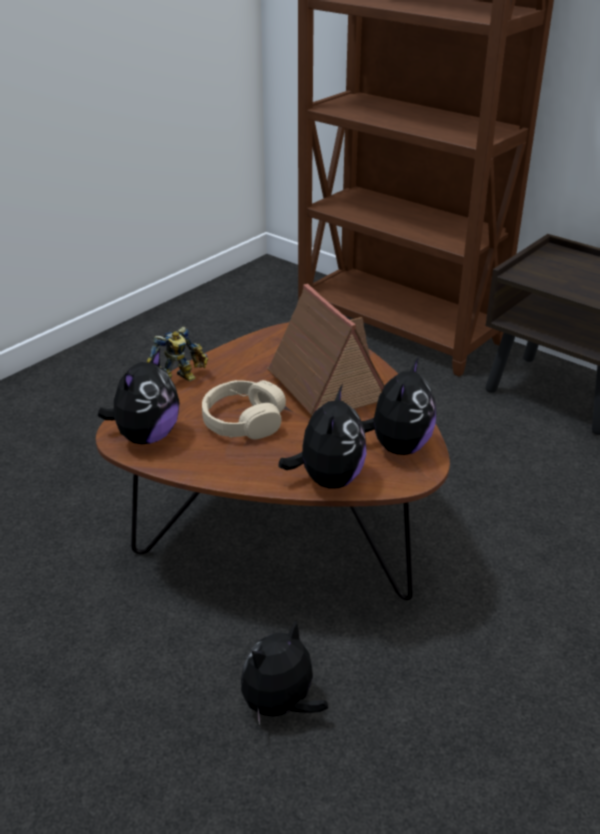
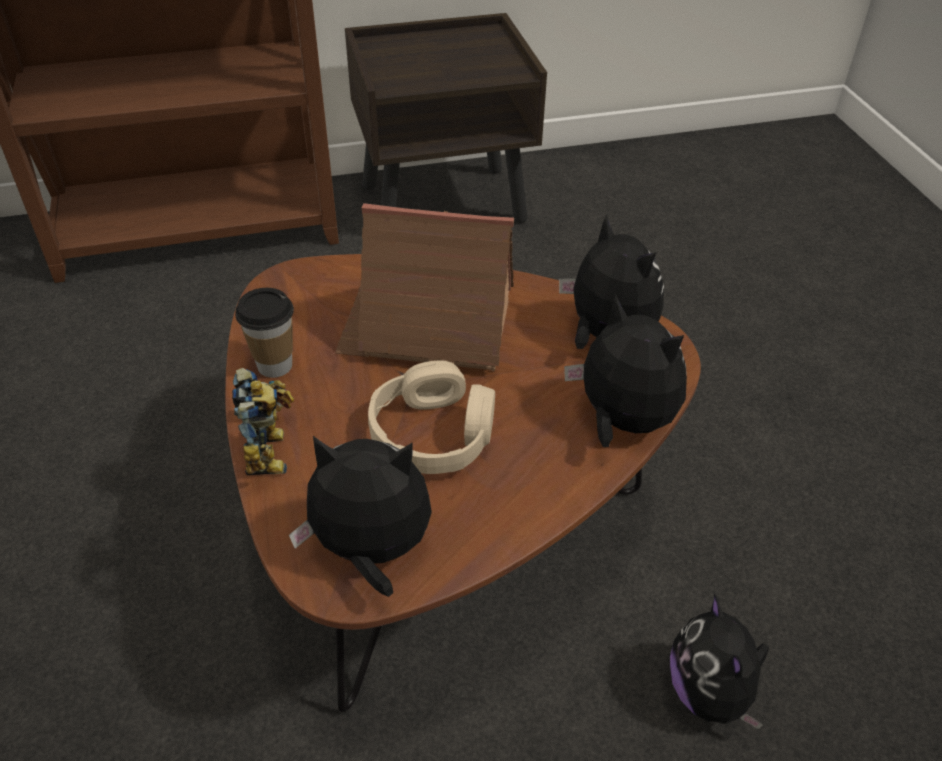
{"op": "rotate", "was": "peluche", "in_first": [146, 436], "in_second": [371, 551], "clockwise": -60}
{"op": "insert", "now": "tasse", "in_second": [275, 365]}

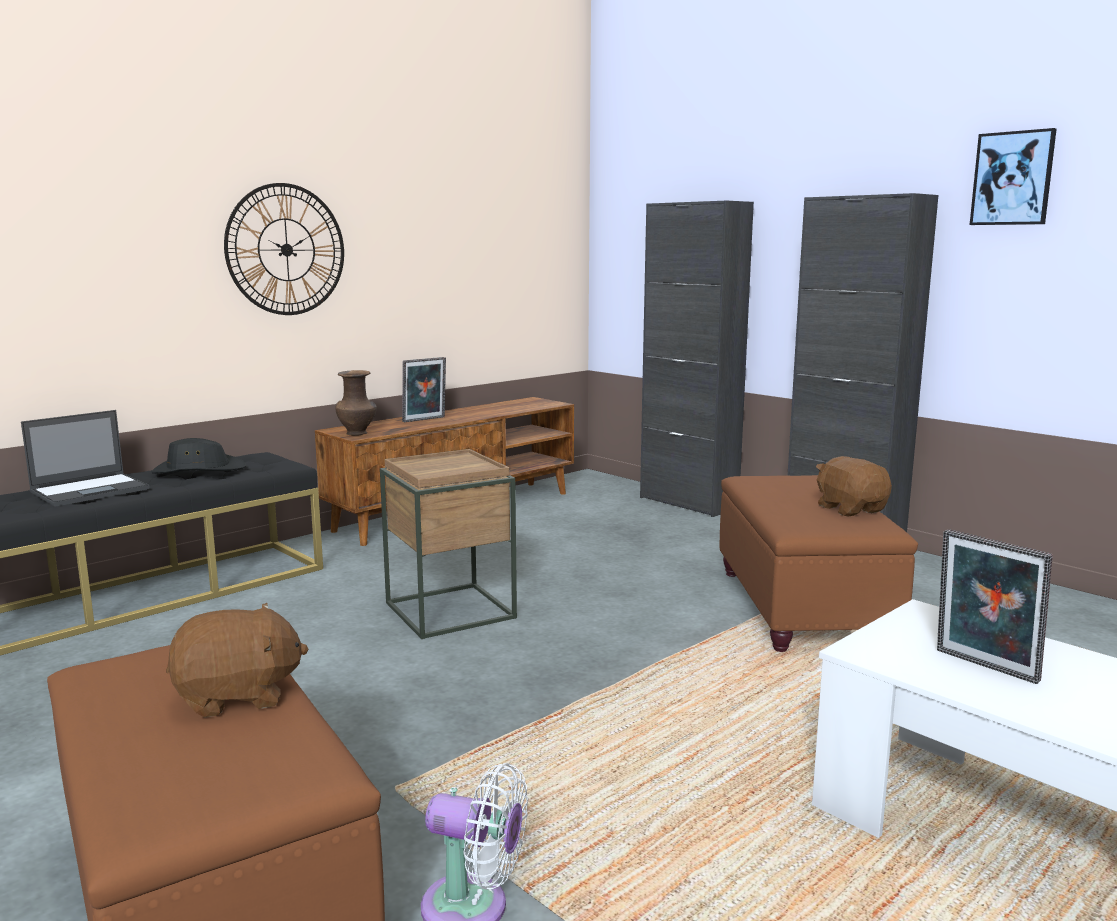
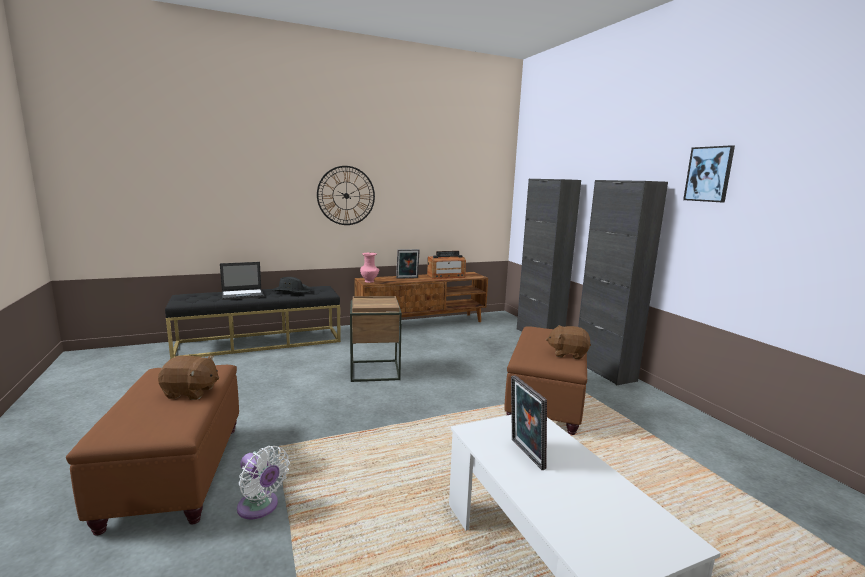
{"op": "recolor", "was": "vase/marron", "now": "vase/rose", "in_first": [358, 433], "in_second": [369, 281]}
{"op": "rotate", "was": "peluche/marron", "in_first": [851, 509], "in_second": [567, 354], "clockwise": -75}
{"op": "insert", "now": "radio", "in_second": [446, 276]}

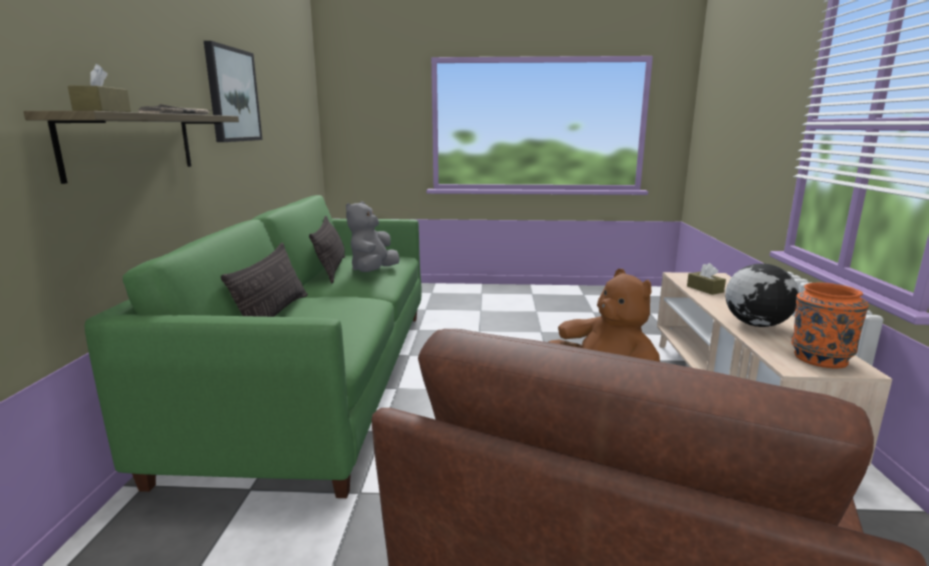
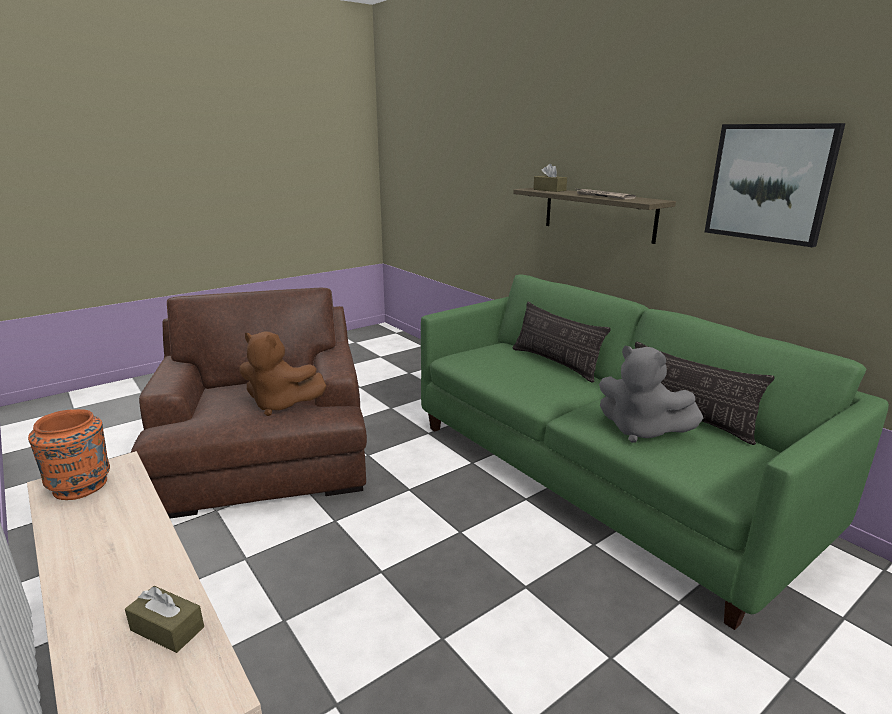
{"op": "rotate", "was": "peluche/gris", "in_first": [373, 271], "in_second": [640, 430], "clockwise": 150}
{"op": "delete", "was": "globe", "in_first": [756, 324]}

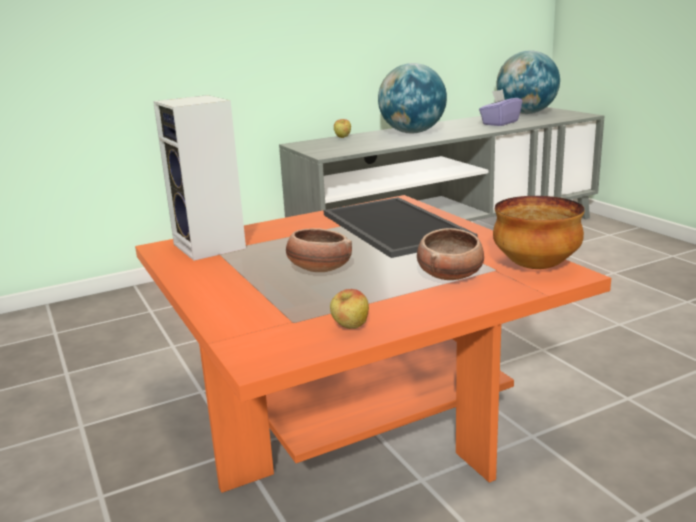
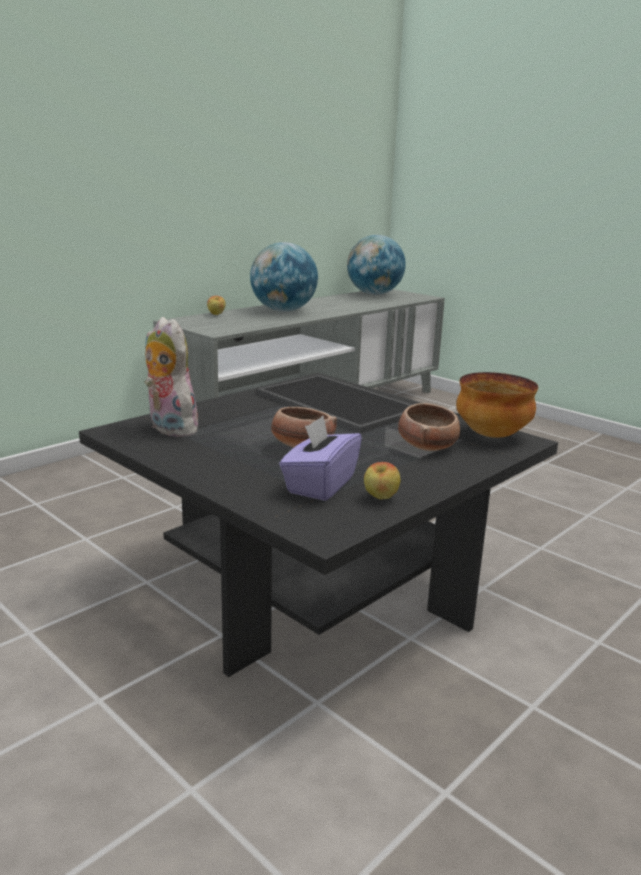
{"op": "move", "was": "boîte à mouchoirs/violet", "in_first": [500, 123], "in_second": [320, 485]}
{"op": "replace", "was": "enceinte", "now": "peluche", "in_first": [212, 247], "in_second": [169, 429]}
{"op": "recolor", "was": "table basse/orange", "now": "table basse/noir", "in_first": [355, 410], "in_second": [315, 583]}

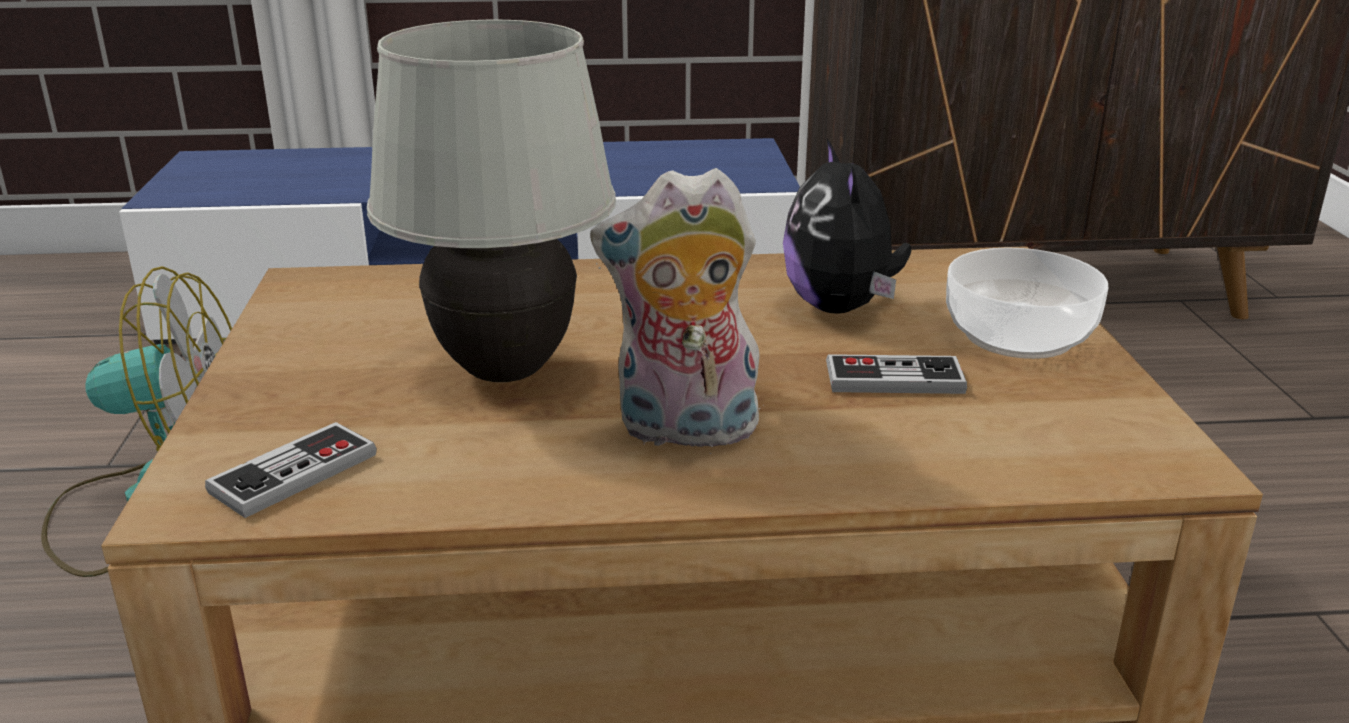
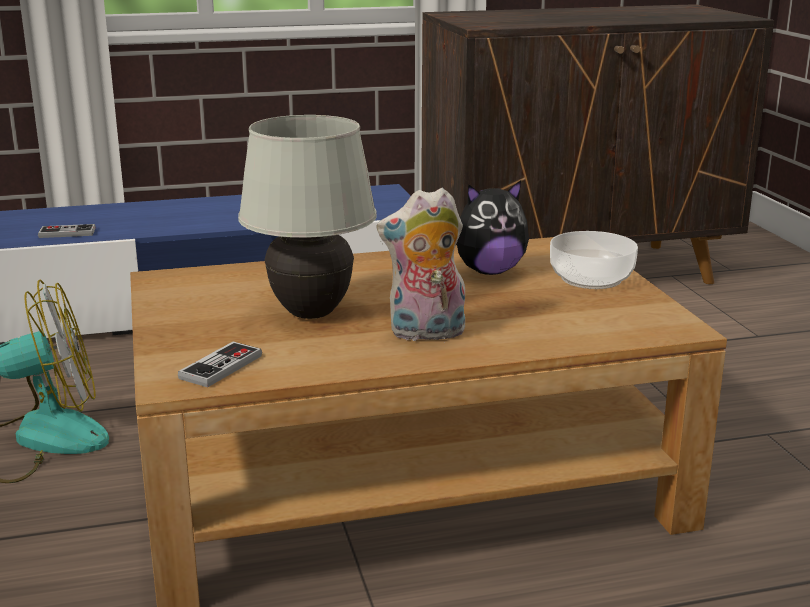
{"op": "rotate", "was": "peluche", "in_first": [841, 307], "in_second": [489, 271], "clockwise": -90}
{"op": "move", "was": "manette", "in_first": [894, 379], "in_second": [67, 233]}

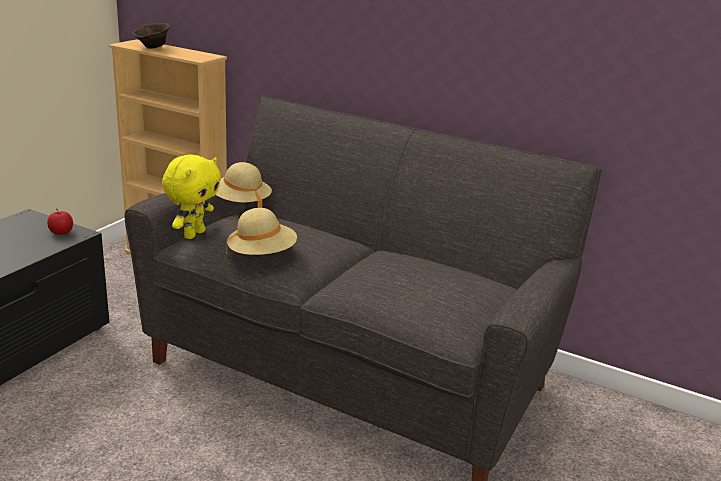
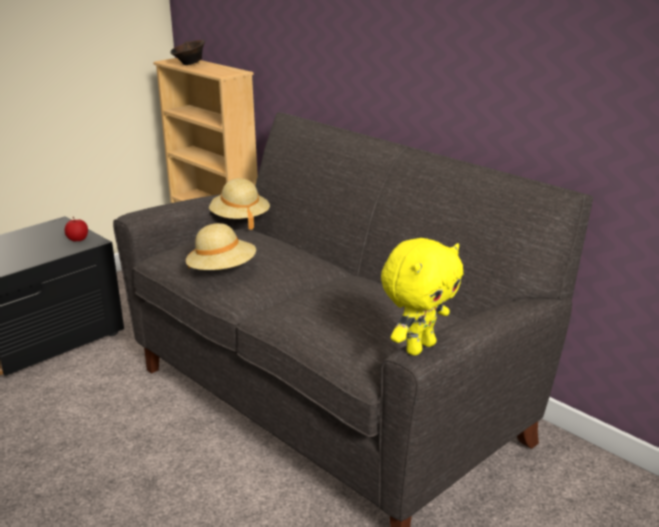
{"op": "move", "was": "peluche/jaune", "in_first": [193, 234], "in_second": [419, 347]}

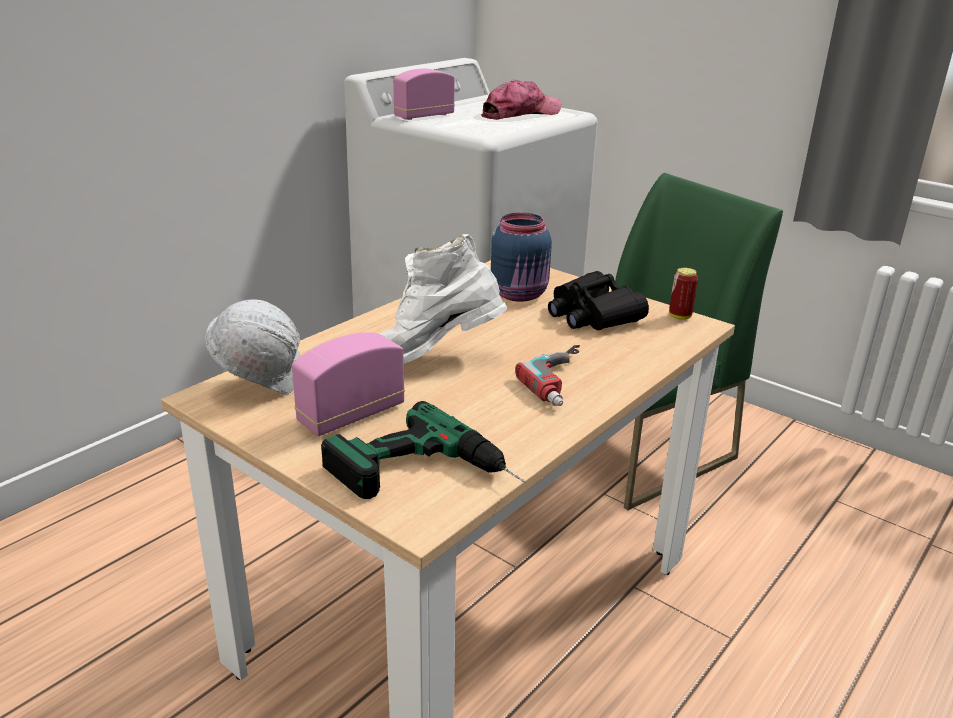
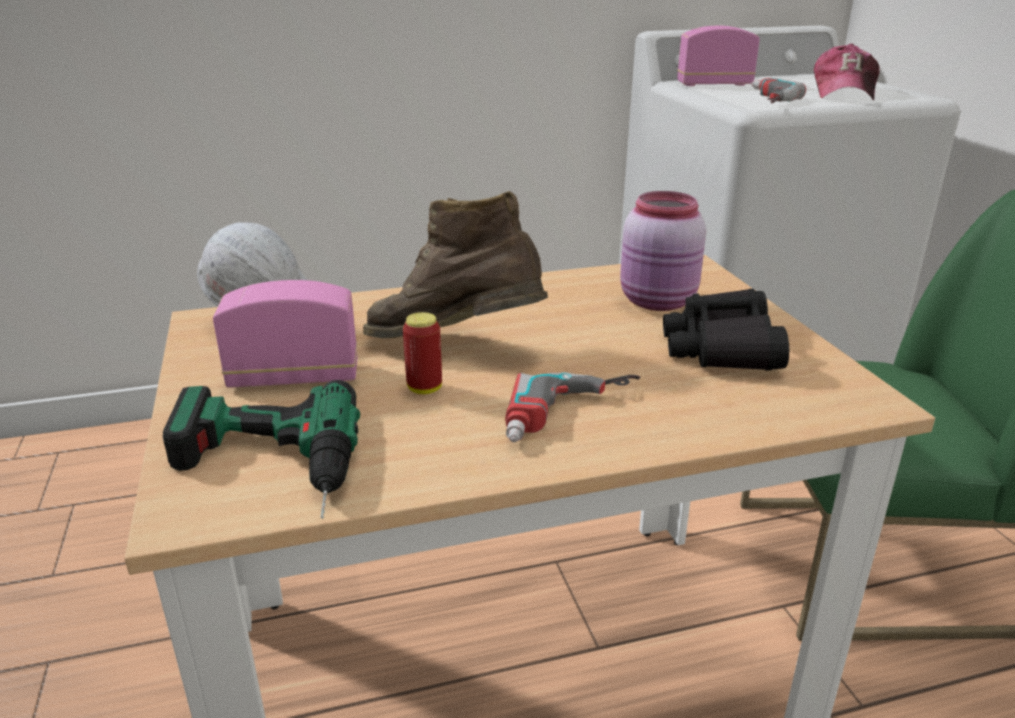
{"op": "rotate", "was": "casquette", "in_first": [520, 114], "in_second": [844, 92], "clockwise": 105}
{"op": "recolor", "was": "bocal/bleu", "now": "bocal/rose", "in_first": [520, 294], "in_second": [659, 302]}
{"op": "recolor", "was": "botte/blanc", "now": "botte/marron", "in_first": [433, 359], "in_second": [456, 345]}
{"op": "move", "was": "boîte métallique", "in_first": [680, 316], "in_second": [424, 388]}
{"op": "insert", "now": "perceuse", "in_second": [762, 100]}

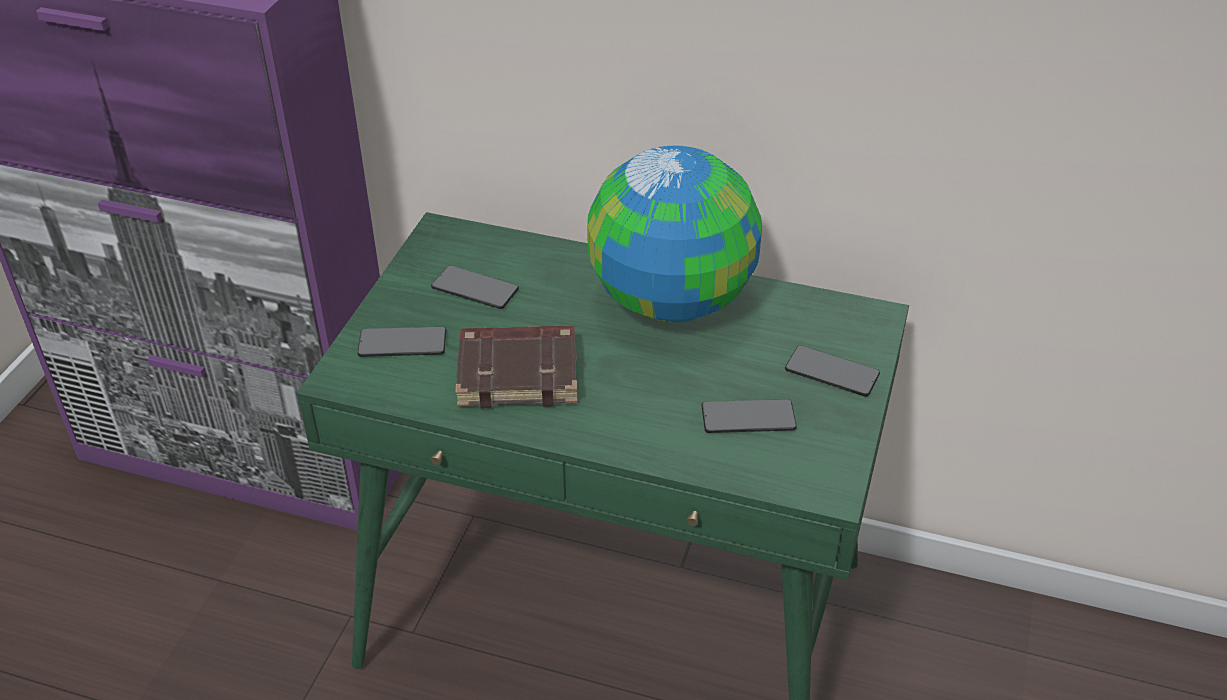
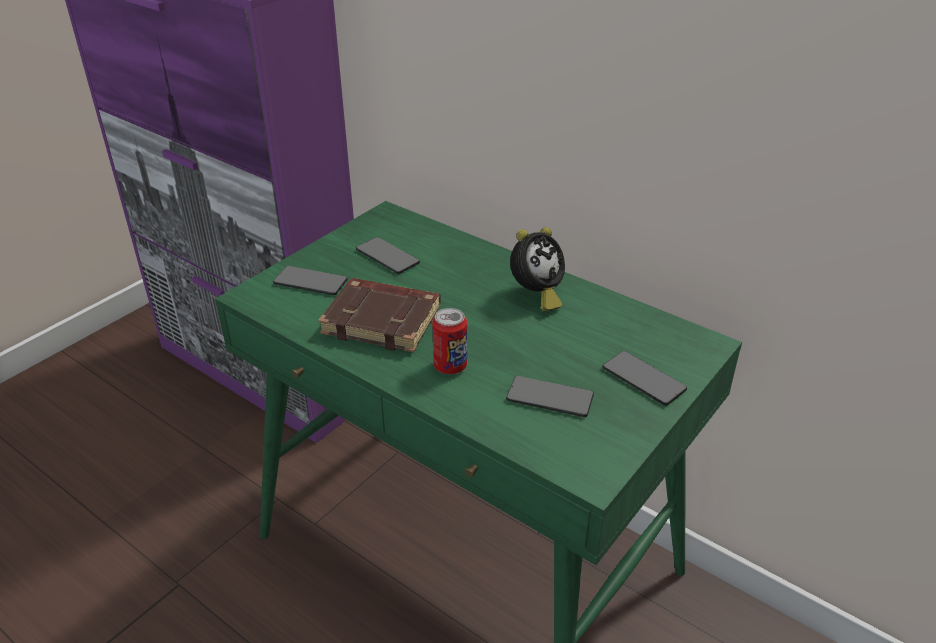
{"op": "replace", "was": "globe", "now": "réveil", "in_first": [672, 300], "in_second": [536, 295]}
{"op": "insert", "now": "boîte métallique", "in_second": [450, 366]}

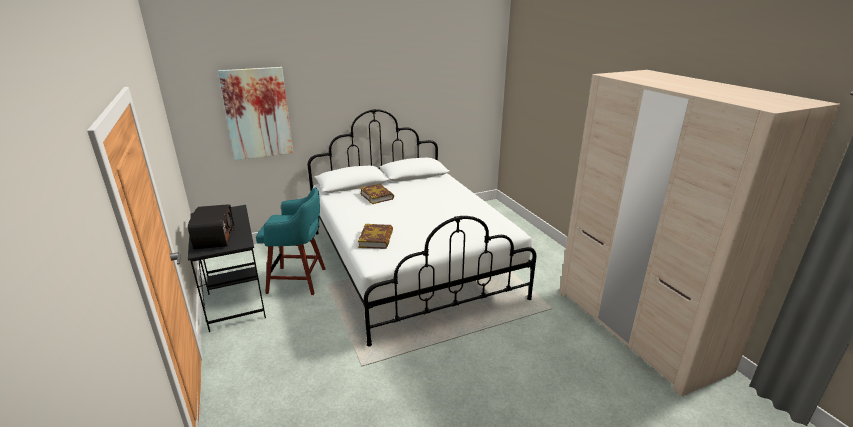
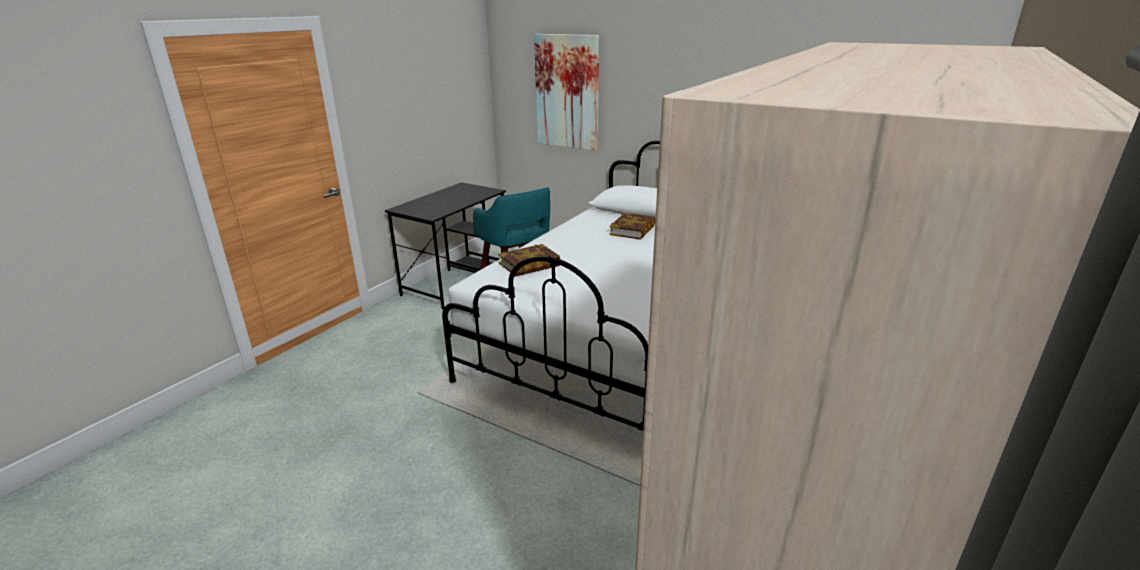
{"op": "delete", "was": "radio", "in_first": [214, 238]}

